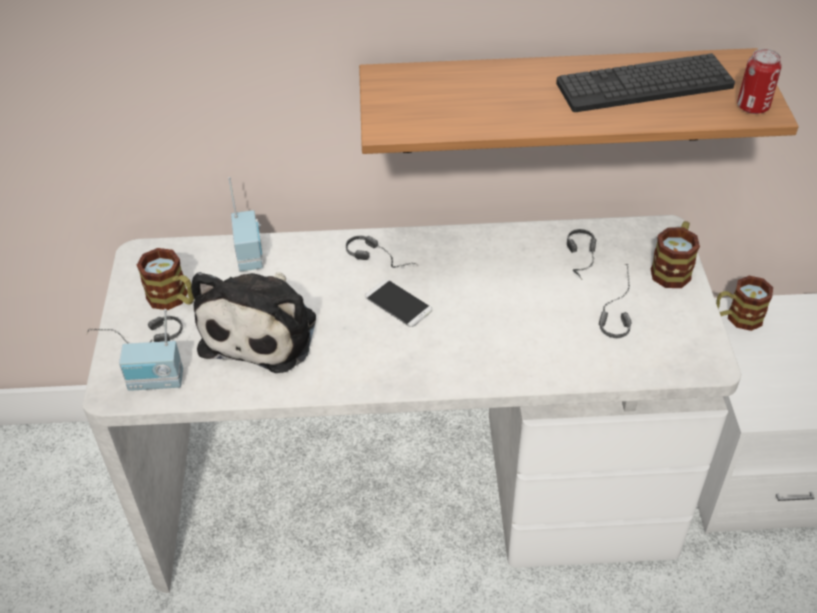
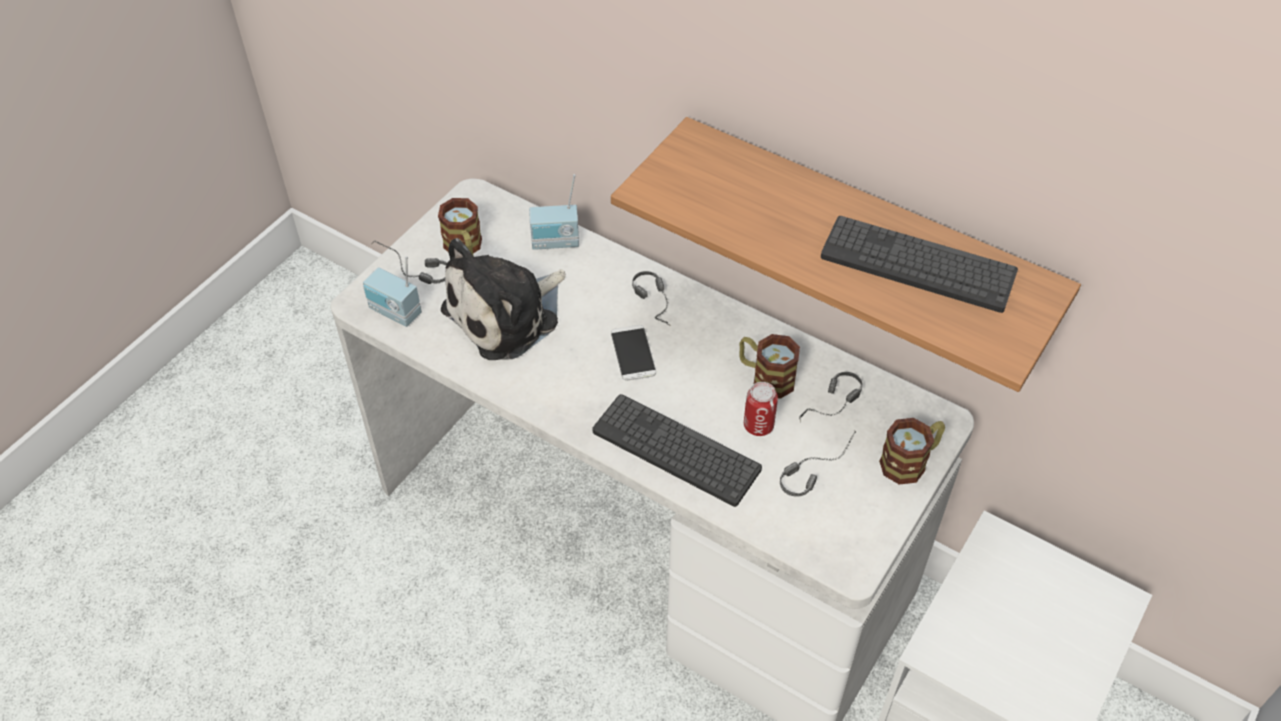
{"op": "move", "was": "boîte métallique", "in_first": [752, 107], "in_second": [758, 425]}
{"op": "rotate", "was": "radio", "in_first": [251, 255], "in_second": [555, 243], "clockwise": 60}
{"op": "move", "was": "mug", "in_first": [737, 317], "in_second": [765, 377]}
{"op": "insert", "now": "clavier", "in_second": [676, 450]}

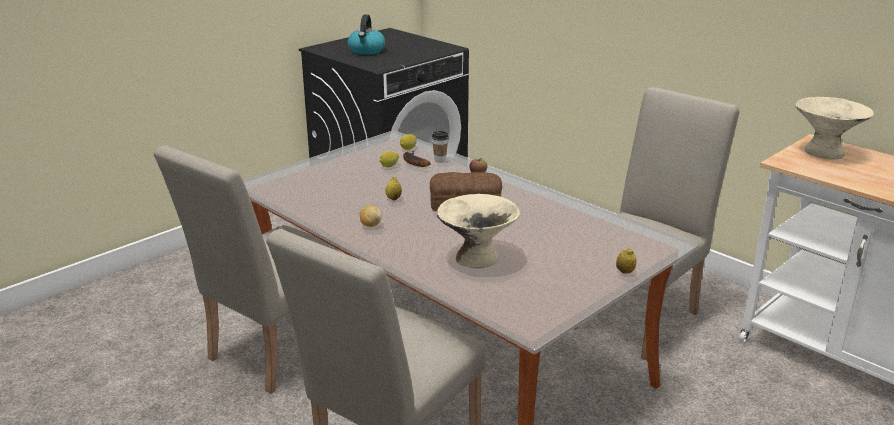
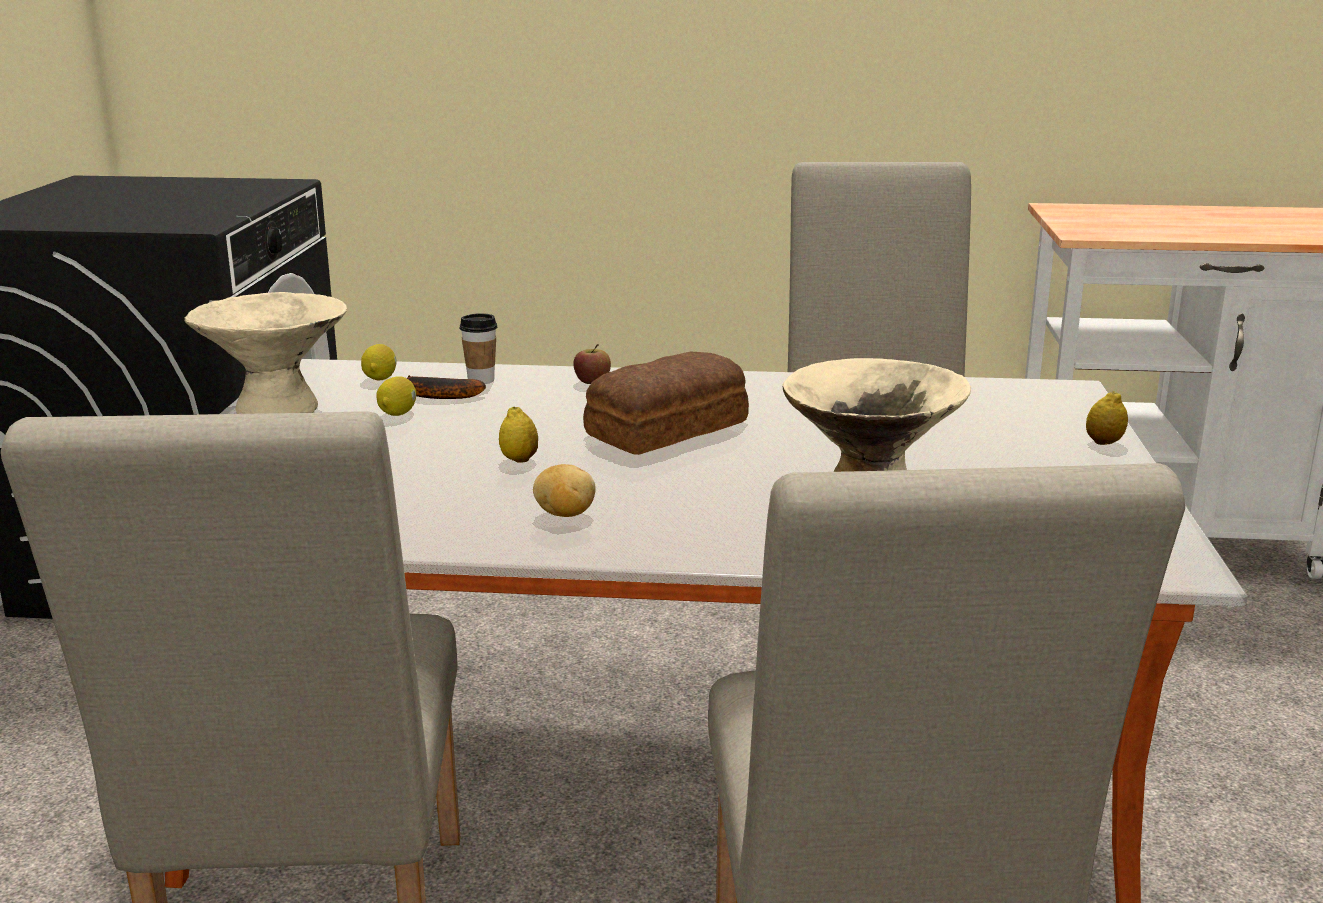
{"op": "delete", "was": "bouilloire", "in_first": [366, 51]}
{"op": "move", "was": "bol/beige", "in_first": [824, 152], "in_second": [276, 409]}

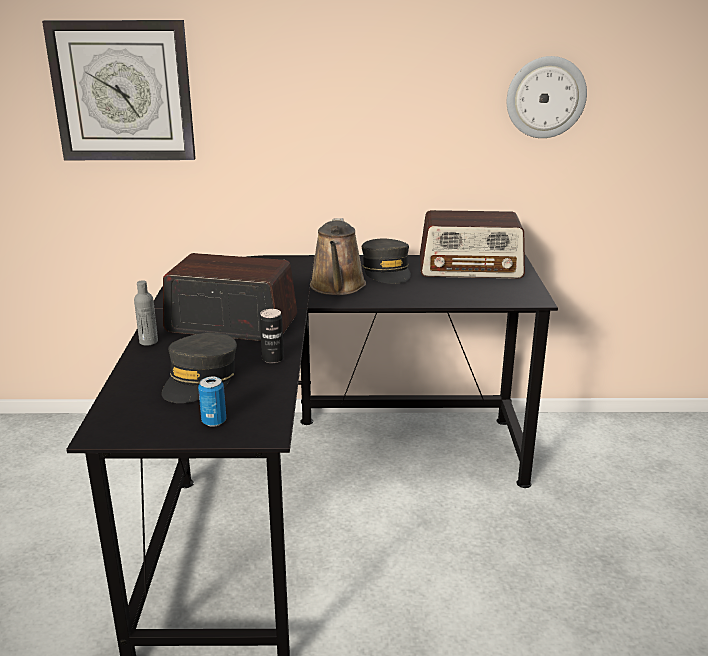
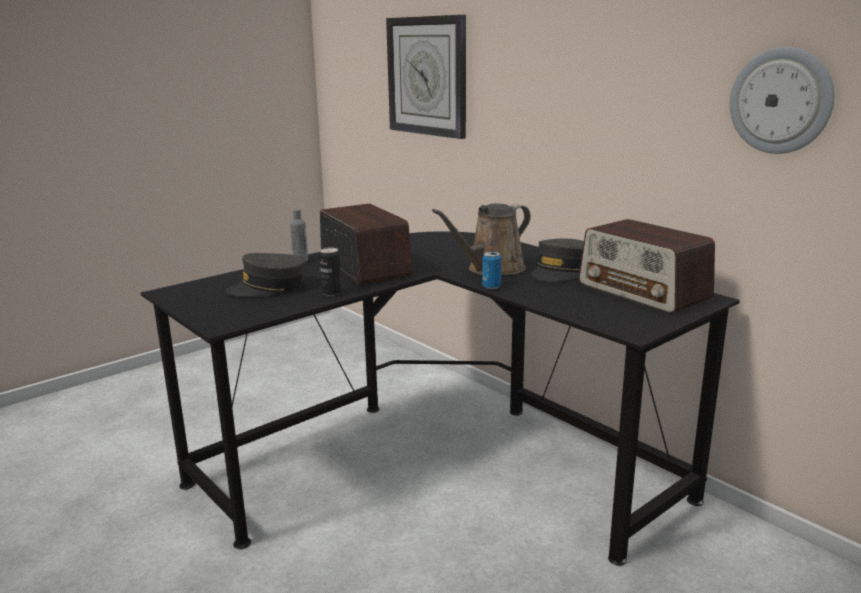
{"op": "move", "was": "boîte métallique", "in_first": [214, 421], "in_second": [491, 286]}

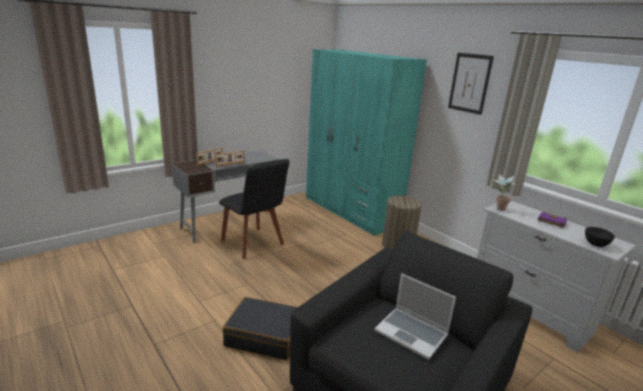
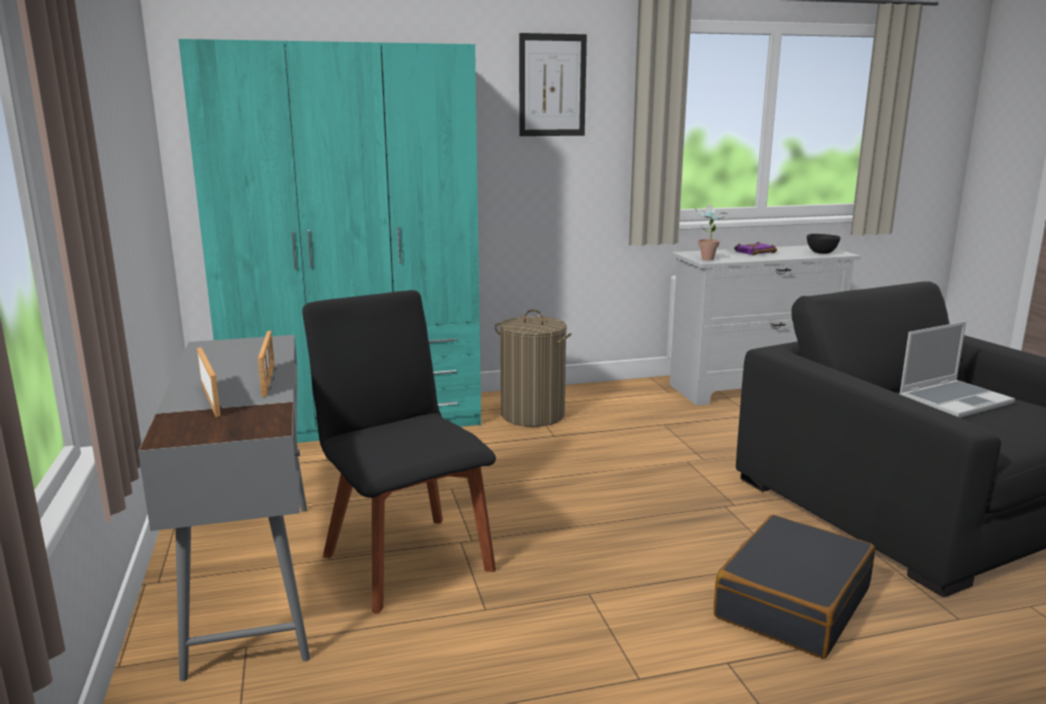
{"op": "rotate", "was": "chaise/noir", "in_first": [254, 244], "in_second": [405, 558], "clockwise": -105}

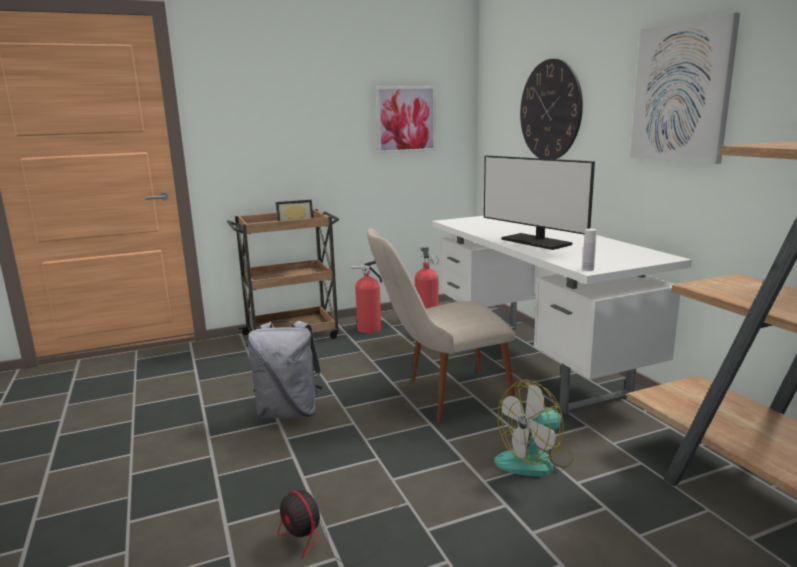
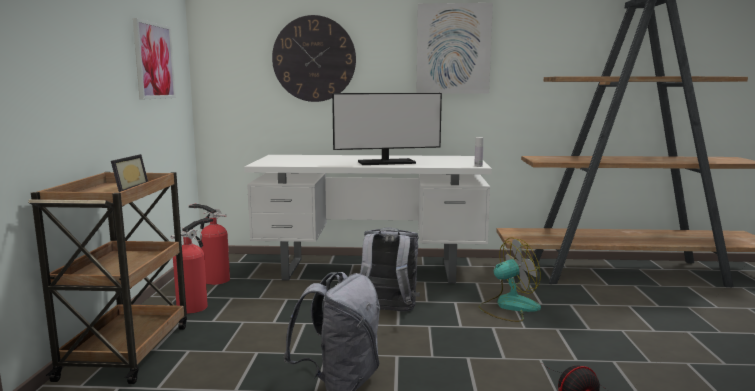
{"op": "replace", "was": "chaise/beige", "now": "sac à dos/gris", "in_first": [441, 397], "in_second": [388, 312]}
{"op": "rotate", "was": "ventilateur", "in_first": [535, 460], "in_second": [508, 307], "clockwise": -105}

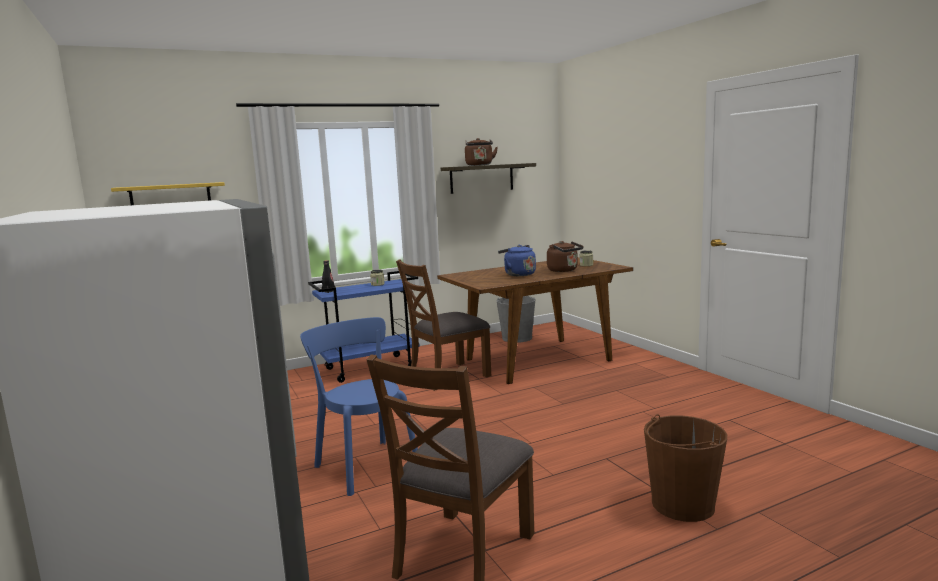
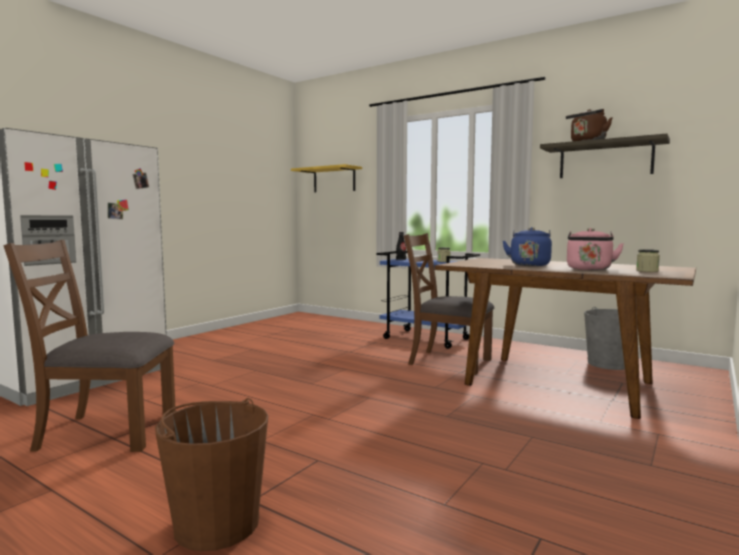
{"op": "recolor", "was": "bouilloire/marron", "now": "bouilloire/rose", "in_first": [564, 270], "in_second": [589, 269]}
{"op": "delete", "was": "chaise/bleu", "in_first": [365, 464]}

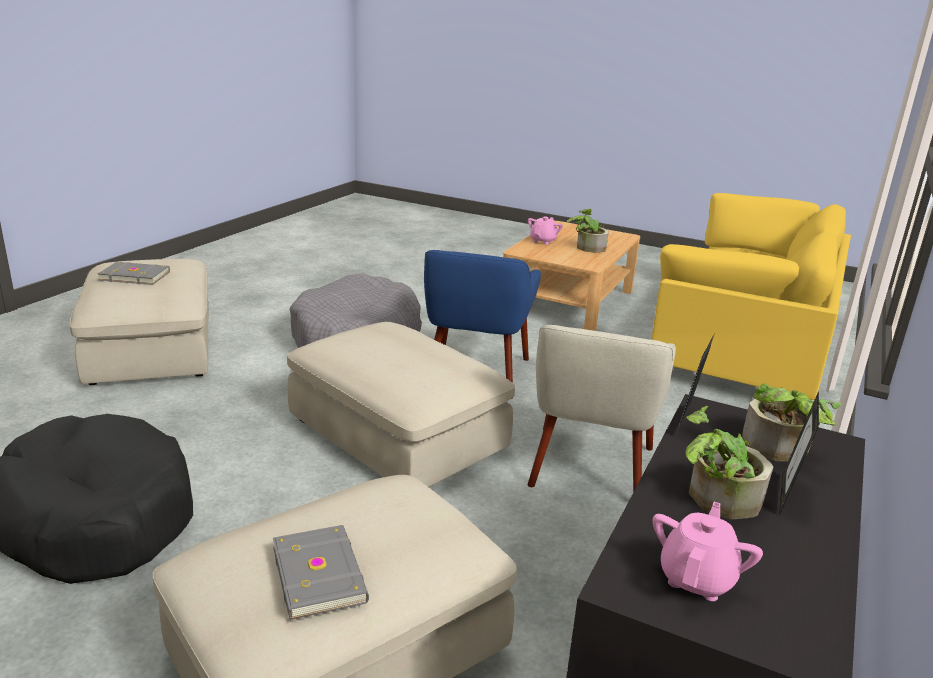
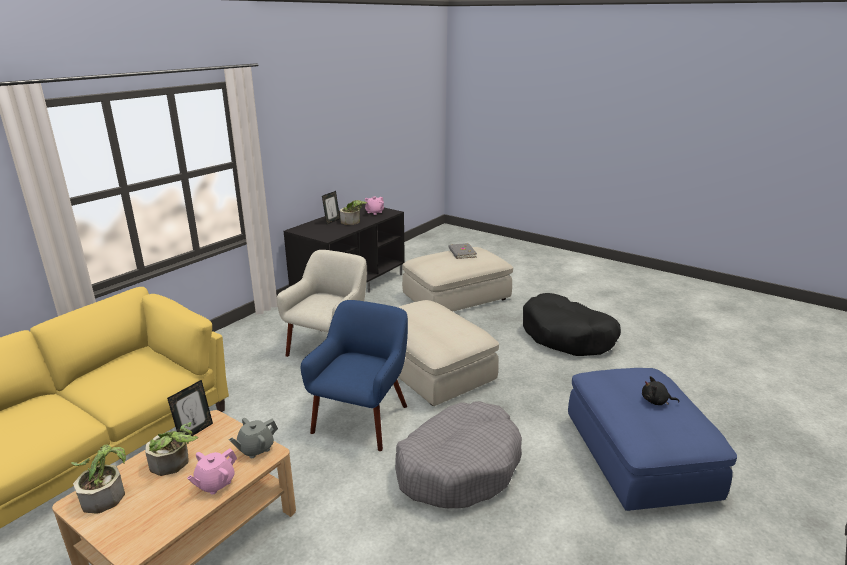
{"op": "recolor", "was": "pouf/beige", "now": "pouf/bleu", "in_first": [150, 348], "in_second": [639, 457]}
{"op": "replace", "was": "livre/gris", "now": "peluche/noir", "in_first": [135, 276], "in_second": [656, 401]}
{"op": "move", "was": "cadre photo", "in_first": [687, 423], "in_second": [195, 432]}
{"op": "move", "was": "plante en pot", "in_first": [780, 450], "in_second": [105, 493]}
{"op": "insert", "now": "théière/gris", "in_second": [255, 449]}

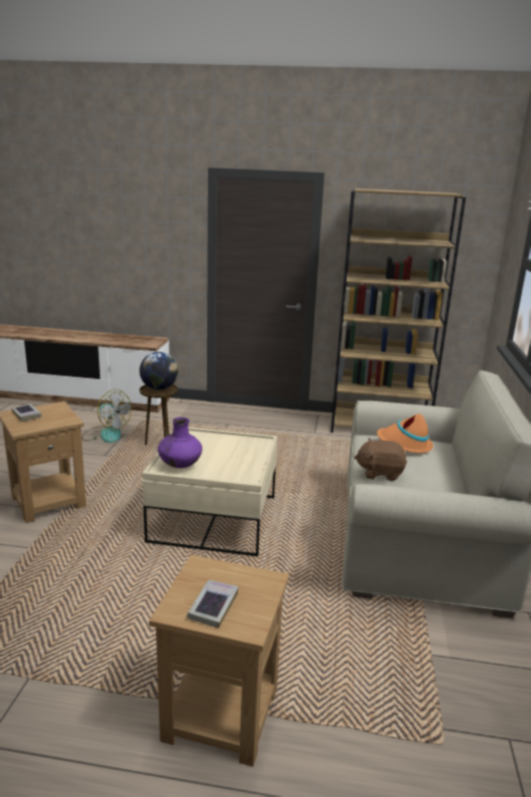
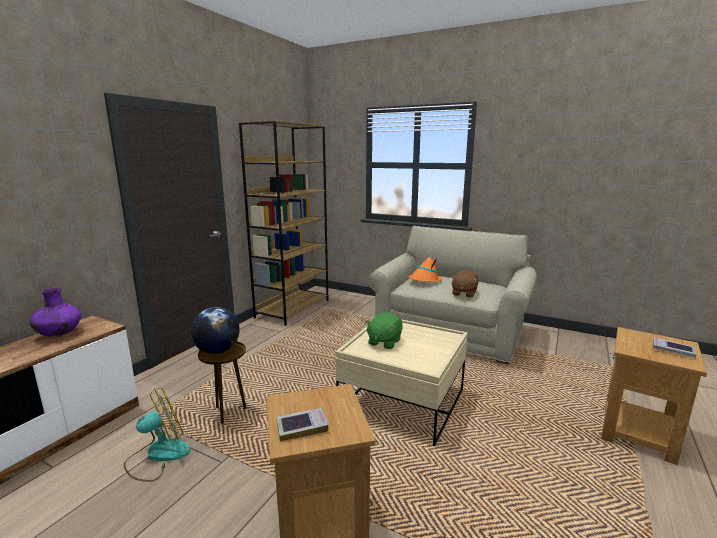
{"op": "move", "was": "vase/violet", "in_first": [179, 465], "in_second": [59, 334]}
{"op": "insert", "now": "peluche/vert", "in_second": [384, 342]}

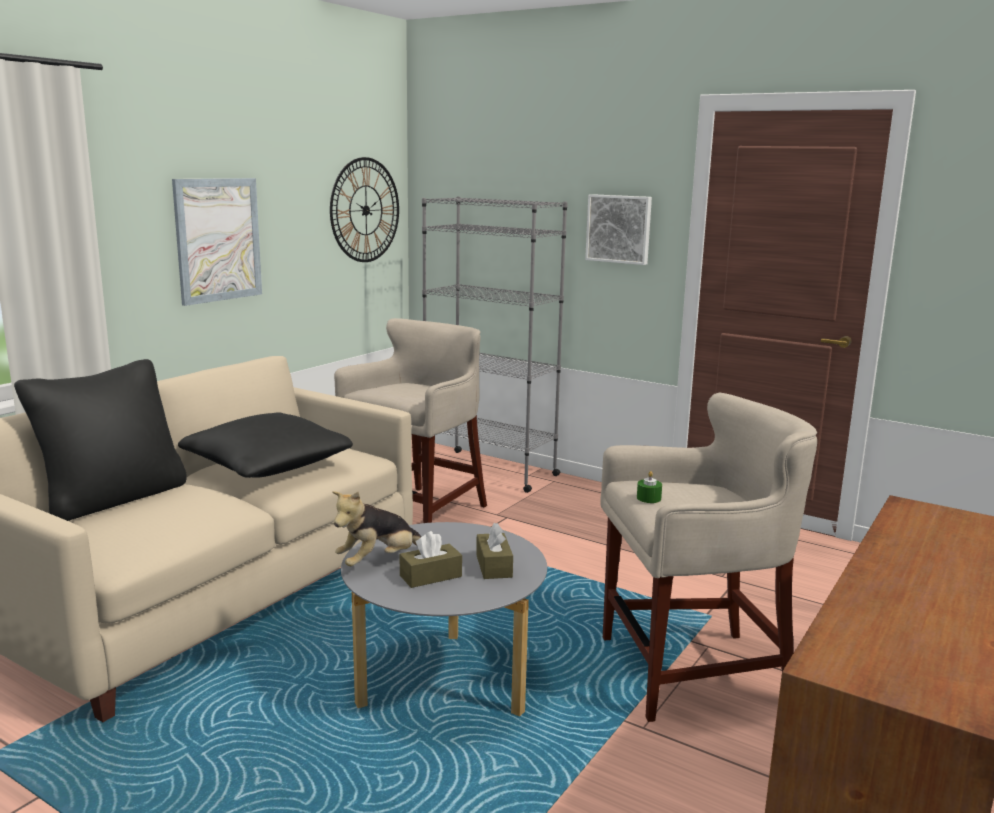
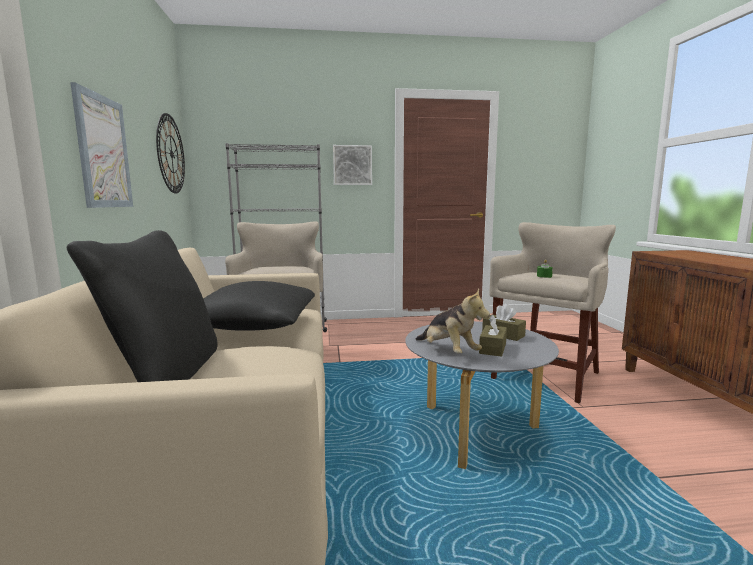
{"op": "rotate", "was": "peluche", "in_first": [378, 561], "in_second": [448, 352], "clockwise": -45}

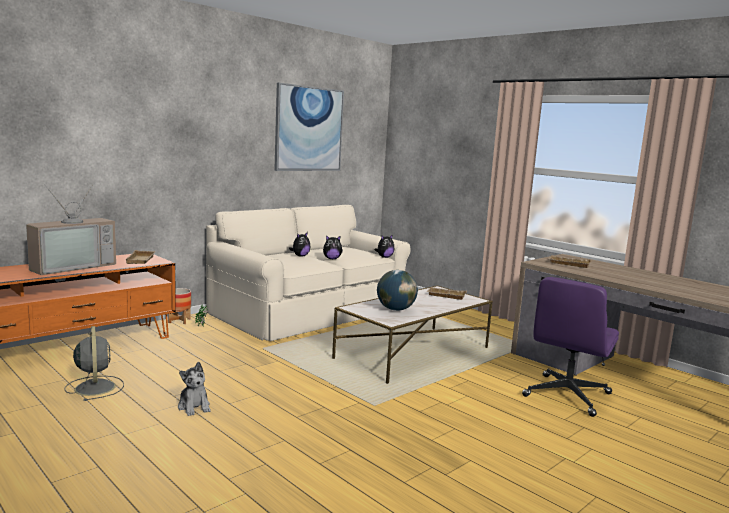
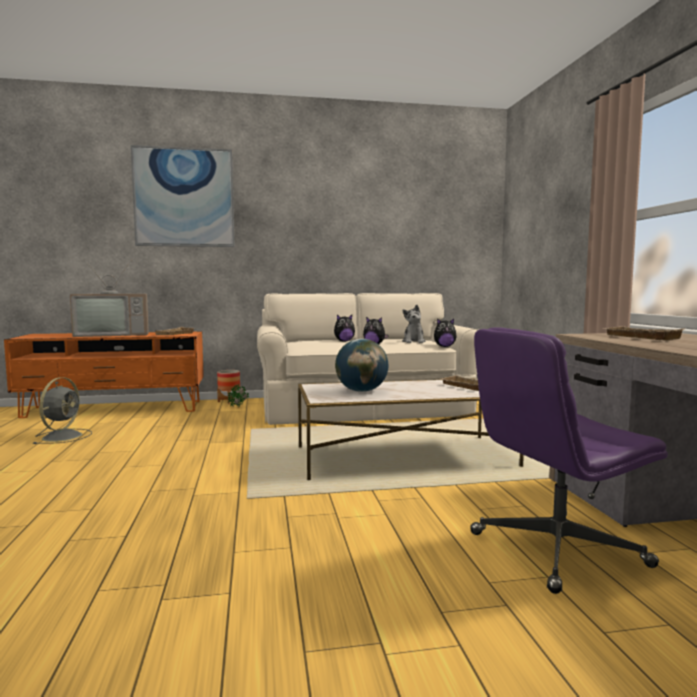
{"op": "move", "was": "tableau", "in_first": [309, 129], "in_second": [184, 197]}
{"op": "move", "was": "peluche", "in_first": [194, 407], "in_second": [414, 341]}

